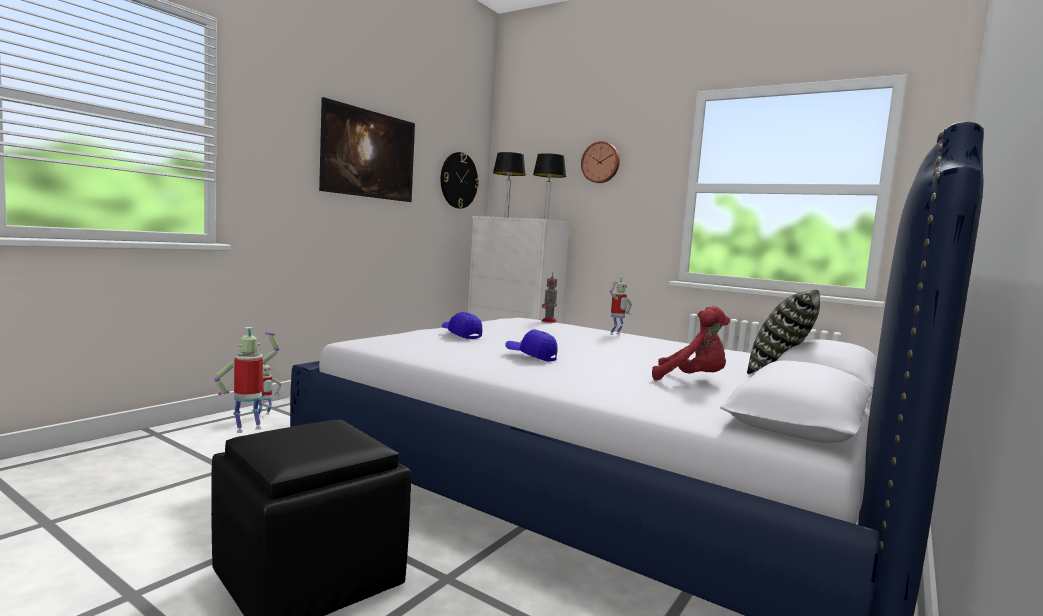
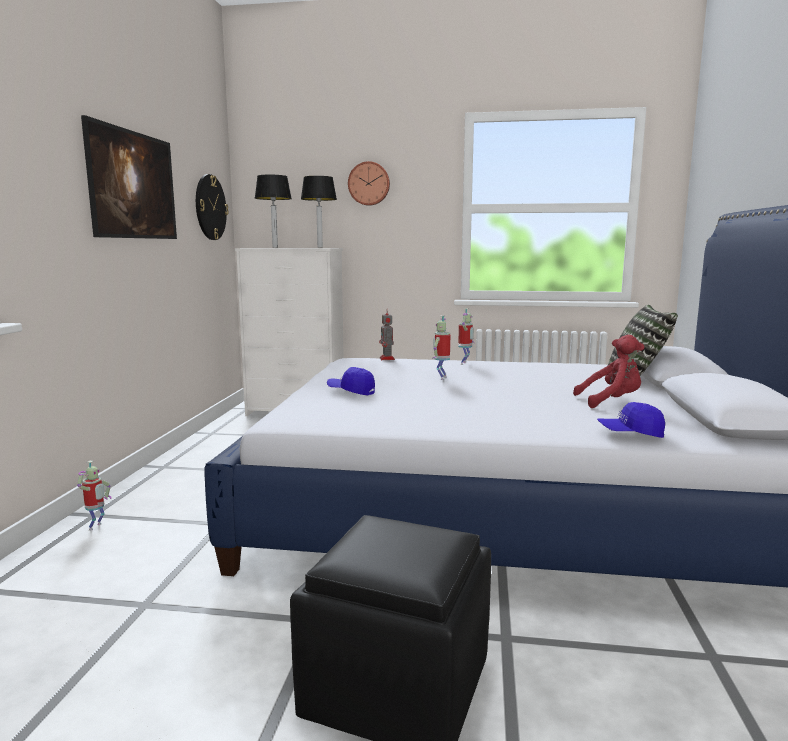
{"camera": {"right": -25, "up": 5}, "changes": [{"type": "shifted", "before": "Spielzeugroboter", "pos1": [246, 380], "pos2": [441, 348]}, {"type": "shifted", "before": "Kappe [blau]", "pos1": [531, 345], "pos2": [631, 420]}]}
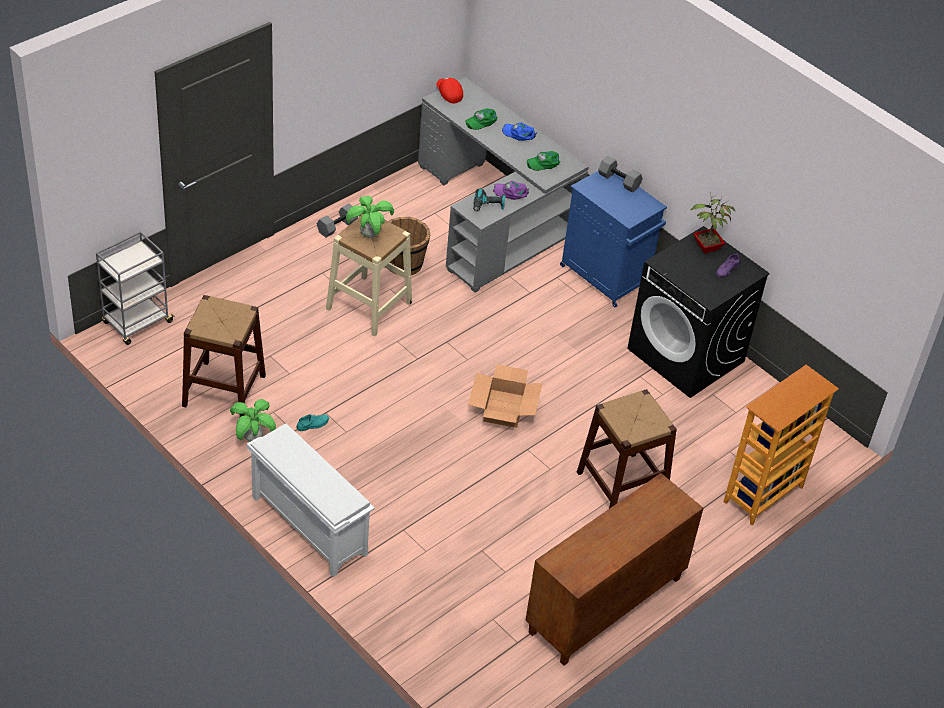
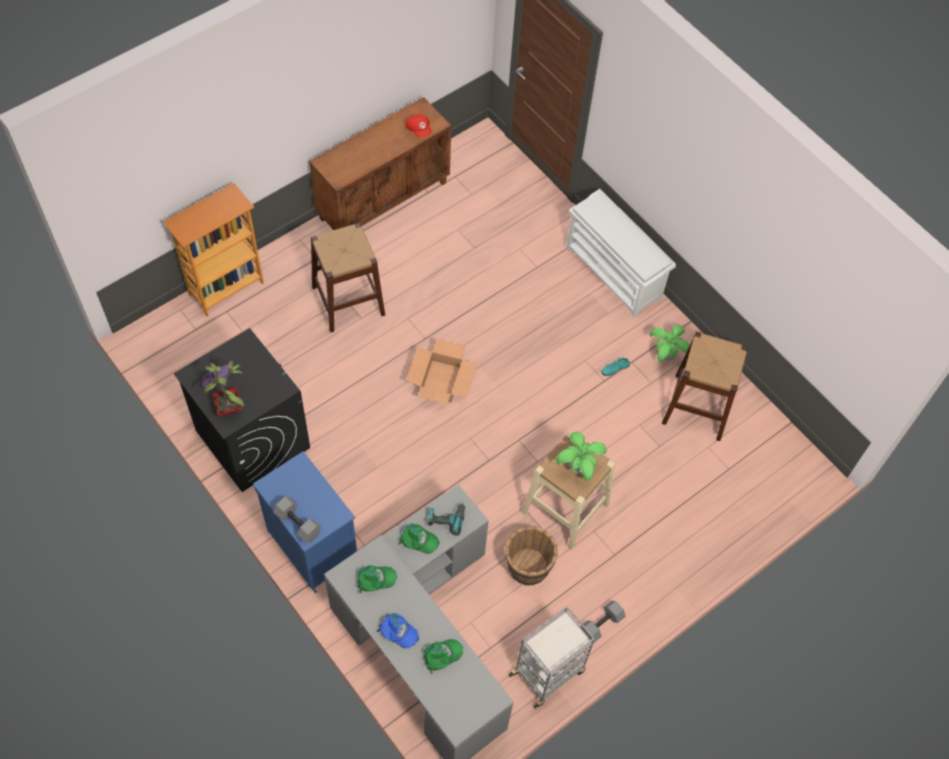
{"camera": {"right": -175, "up": 15}, "changes": [{"type": "shifted", "before": "Kappe [rot]", "pos1": [449, 90], "pos2": [418, 125]}, {"type": "repainted", "before": "Kappe [lila]", "after": "Kappe [grün]", "pos1": [511, 190], "pos2": [418, 539]}, {"type": "shifted", "before": "Rollwagen [grau]", "pos1": [136, 288], "pos2": [551, 657]}]}
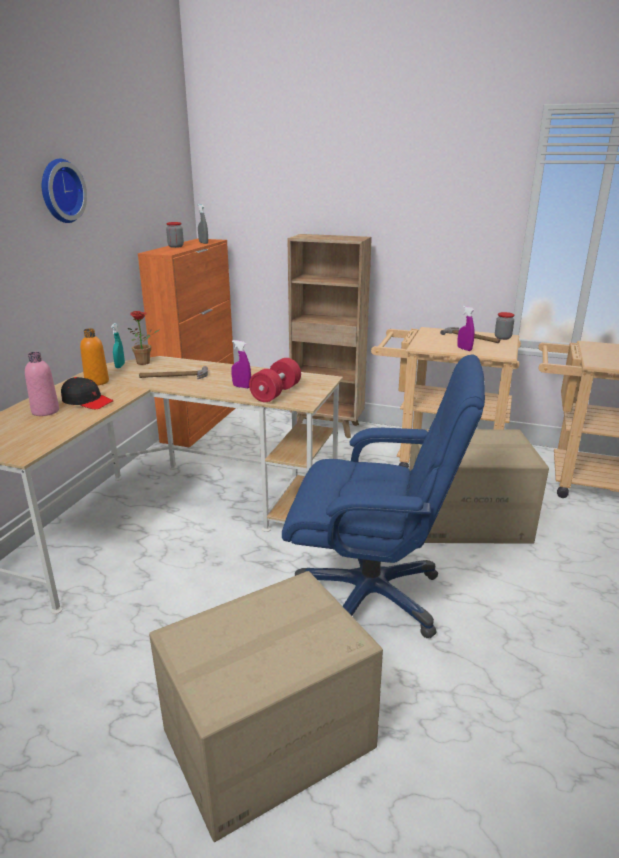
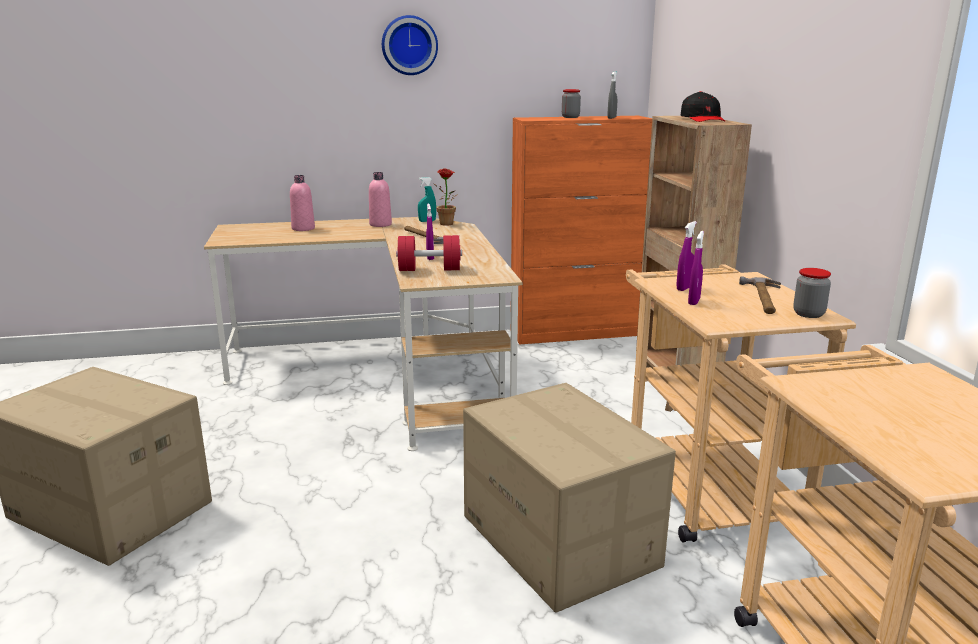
{"camera": {"right": 60, "up": -5}, "changes": [{"type": "repainted", "before": "Flasche [orange]", "after": "Flasche [rosa]", "pos1": [94, 357], "pos2": [380, 199]}, {"type": "gone", "before": "Bürostuhl [blau]", "pos1": [383, 496]}, {"type": "shifted", "before": "Kappe [schwarz]", "pos1": [87, 393], "pos2": [703, 106]}, {"type": "new", "after": "Sprühflasche [lila]", "pos2": [687, 256]}]}
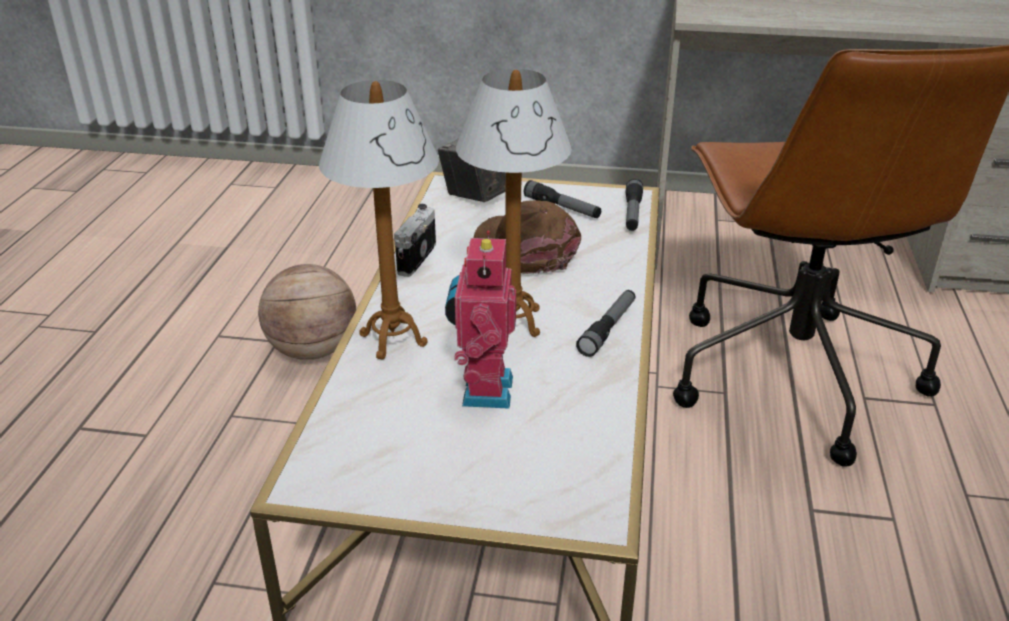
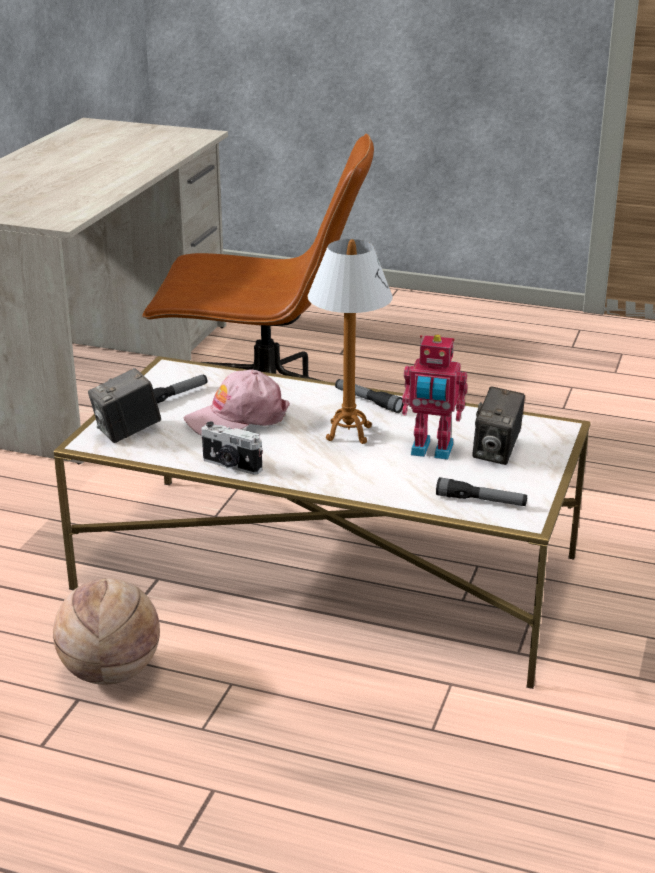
{"camera": {"right": -80, "up": -5}, "changes": [{"type": "gone", "before": "Tischlampe", "pos1": [379, 220]}, {"type": "shifted", "before": "Taschenlampe", "pos1": [634, 205], "pos2": [481, 491]}, {"type": "repainted", "before": "Kappe [braun]", "after": "Kappe [rosa]", "pos1": [527, 237], "pos2": [237, 403]}, {"type": "new", "after": "Kamera", "pos2": [499, 425]}]}
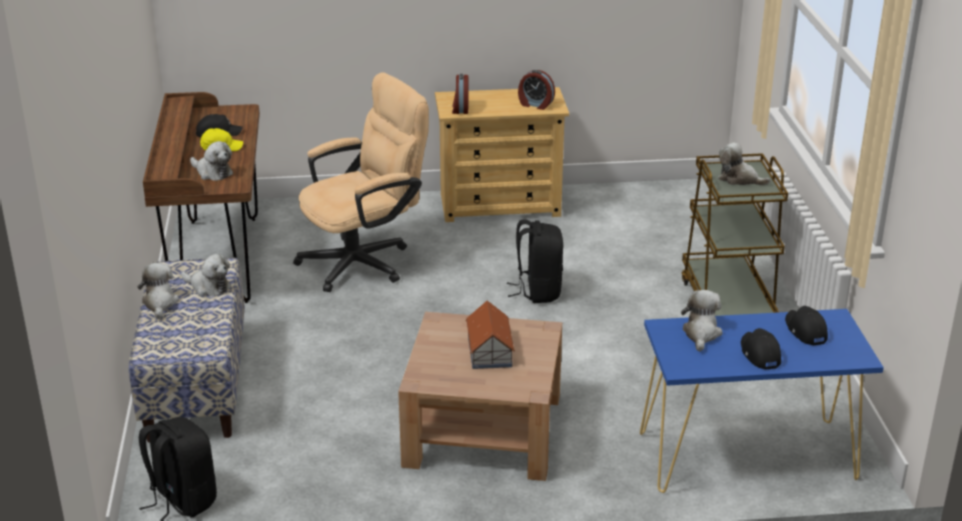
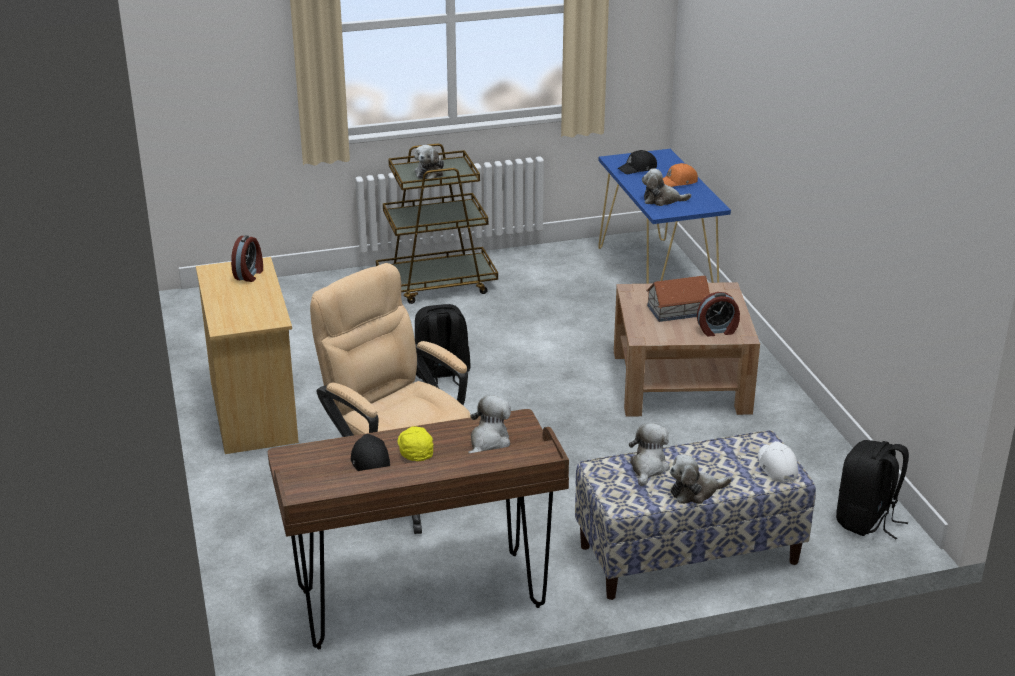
{"camera": {"right": -100, "up": 0}, "changes": [{"type": "shifted", "before": "Wecker", "pos1": [460, 94], "pos2": [718, 314]}, {"type": "repainted", "before": "Kappe [schwarz]", "after": "Kappe [orange]", "pos1": [761, 348], "pos2": [680, 175]}, {"type": "new", "after": "Kappe [weiß]", "pos2": [778, 462]}]}
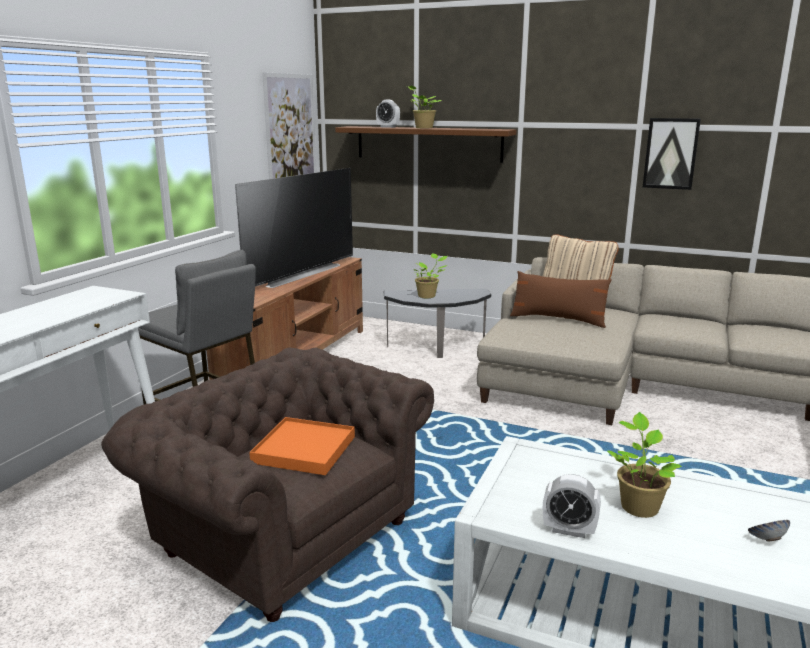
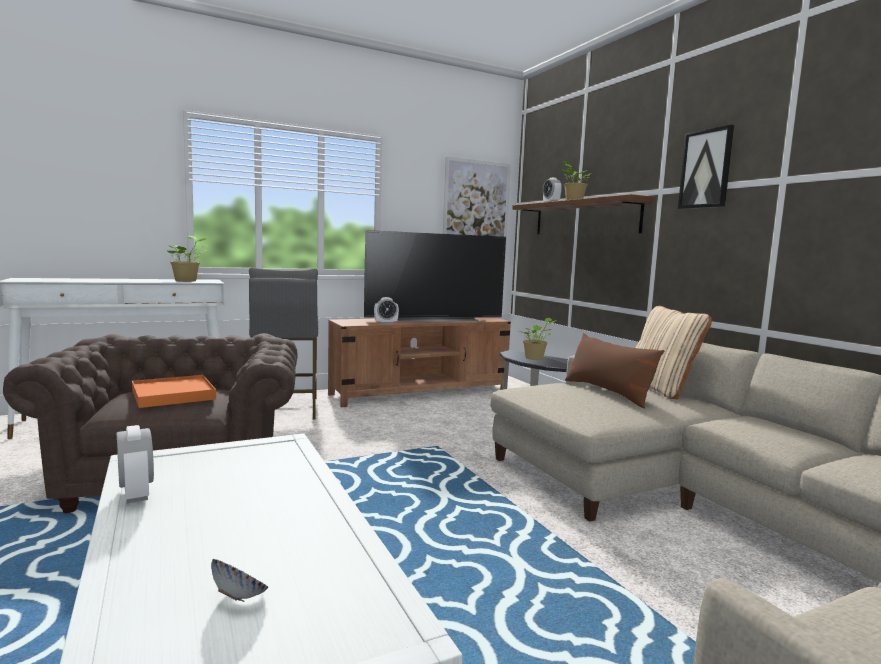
{"camera": {"right": 40, "up": -10}, "changes": [{"type": "shifted", "before": "Bild", "pos1": [672, 154], "pos2": [706, 167]}, {"type": "shifted", "before": "Topfpflanze", "pos1": [644, 465], "pos2": [188, 258]}, {"type": "new", "after": "Wecker", "pos2": [386, 310]}]}
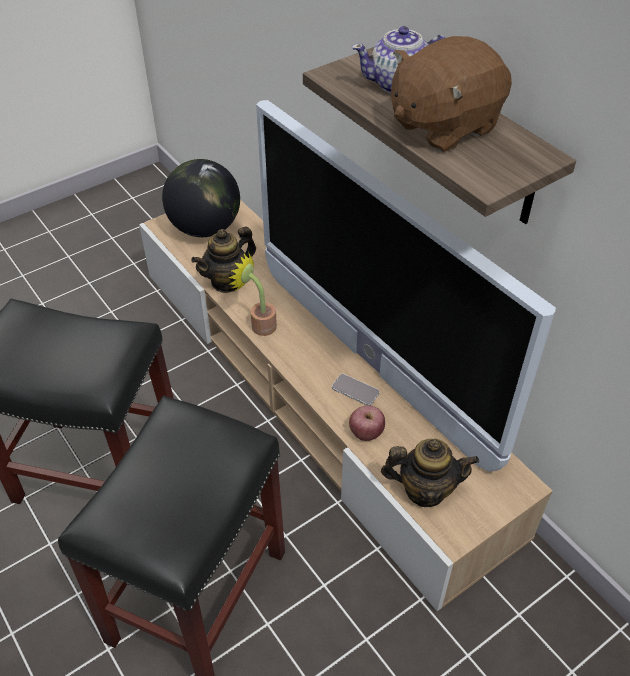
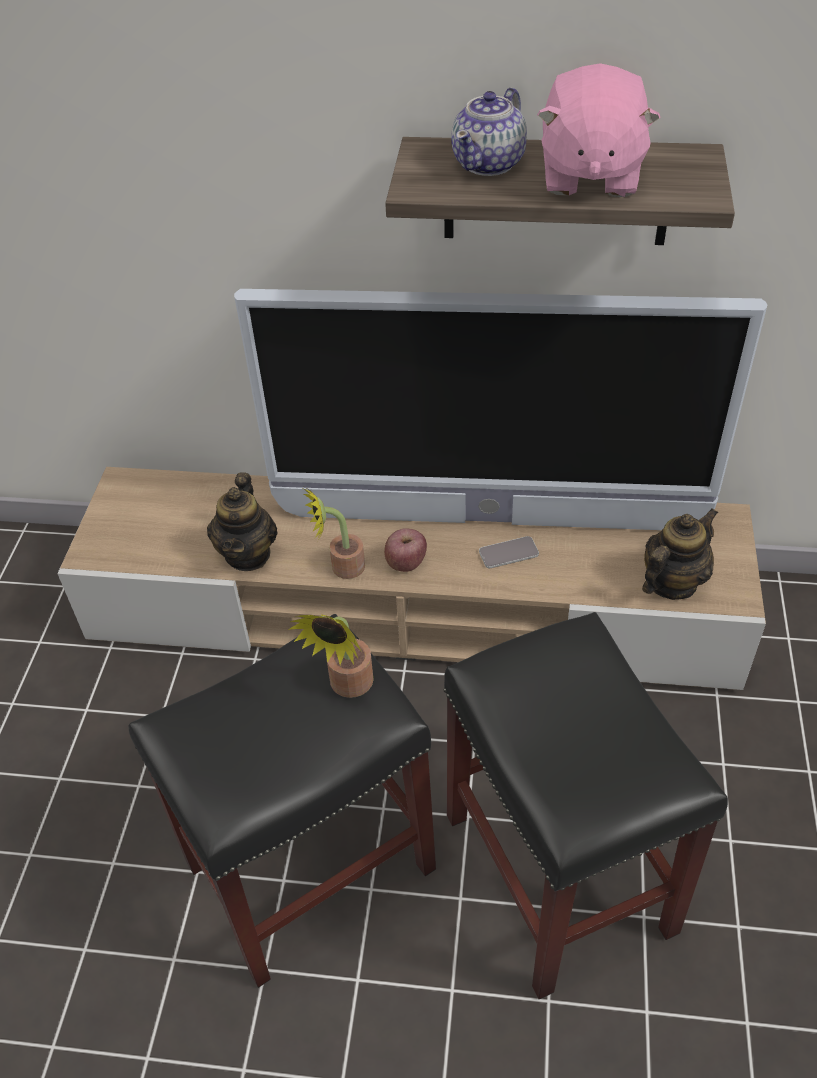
{"camera": {"right": -45, "up": 0}, "changes": [{"type": "repainted", "before": "Plüschtier [braun]", "after": "Plüschtier [rosa]", "pos1": [451, 94], "pos2": [599, 130]}, {"type": "gone", "before": "Globus", "pos1": [201, 198]}, {"type": "shifted", "before": "Apfel", "pos1": [367, 423], "pos2": [405, 550]}, {"type": "new", "after": "Topfpflanze", "pos2": [331, 656]}]}
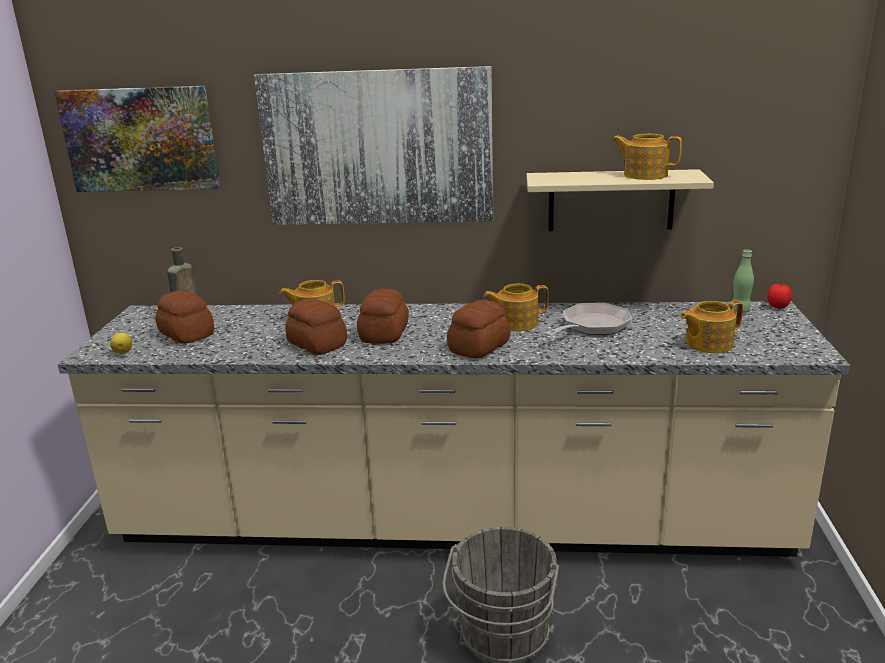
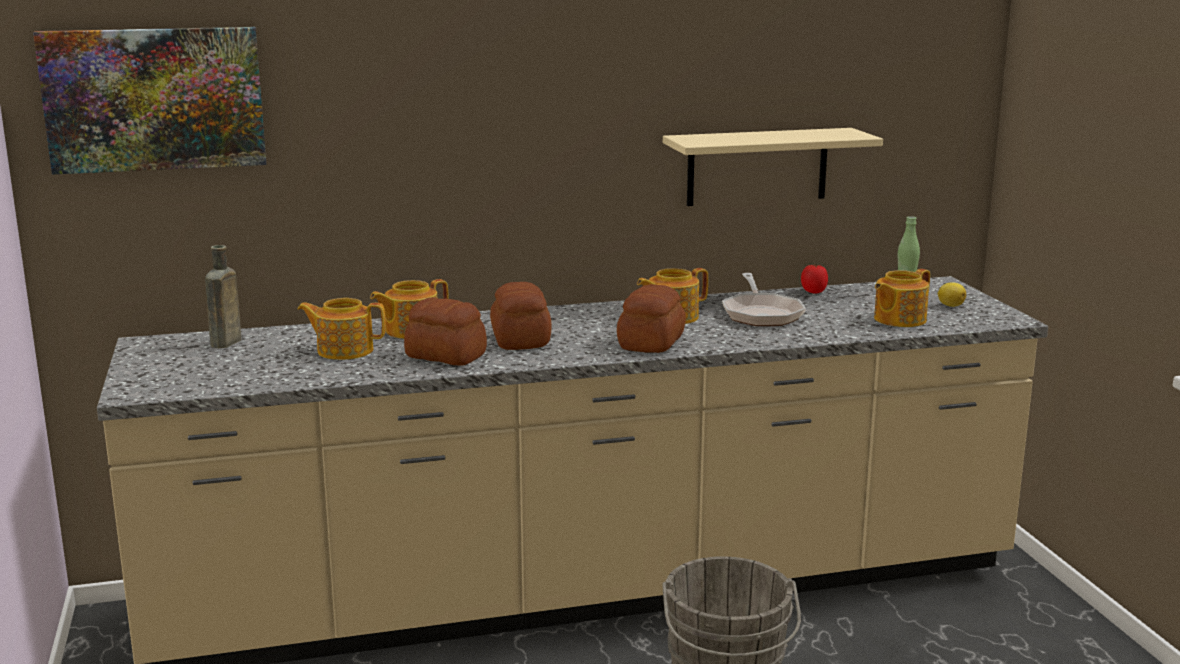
{"camera": {"right": -20, "up": -5}, "changes": [{"type": "gone", "before": "Bild", "pos1": [373, 145]}, {"type": "shifted", "before": "Teekanne", "pos1": [647, 157], "pos2": [341, 329]}, {"type": "shifted", "before": "Tomate", "pos1": [779, 296], "pos2": [814, 278]}, {"type": "gone", "before": "Brot", "pos1": [184, 317]}, {"type": "rotated", "before": "Pfanne", "pos1": [588, 319], "pos2": [764, 299], "turn": 150}, {"type": "shifted", "before": "Zitrone", "pos1": [121, 343], "pos2": [952, 294]}]}
